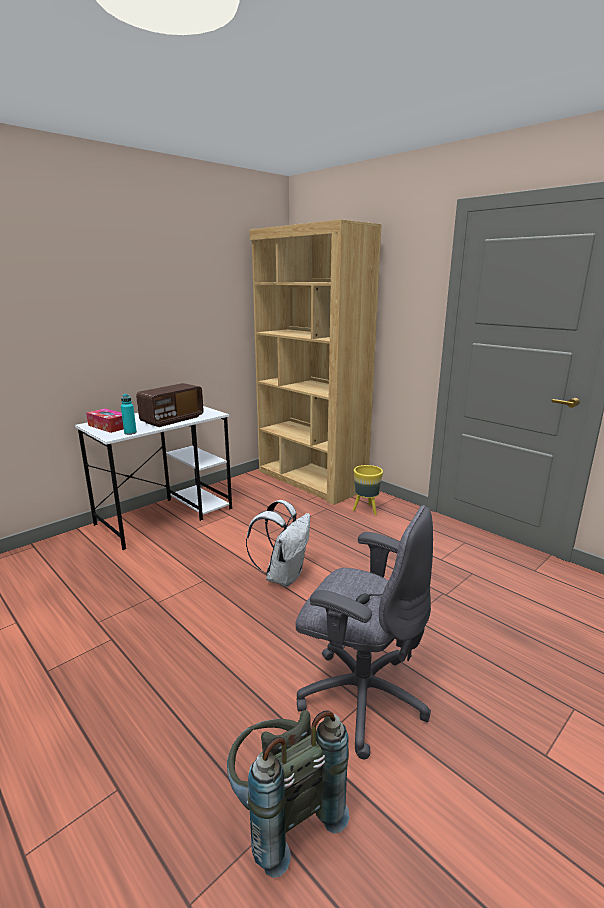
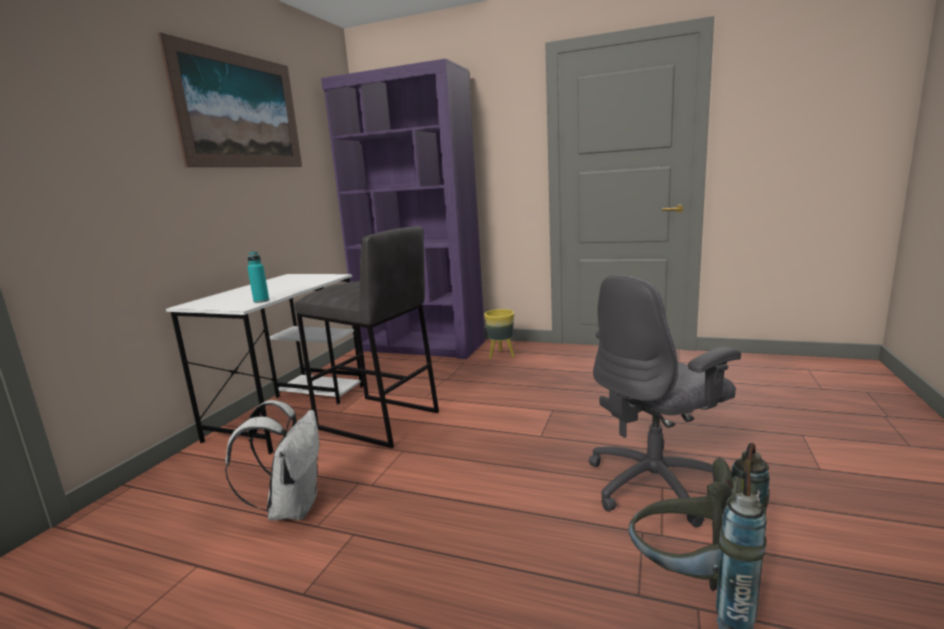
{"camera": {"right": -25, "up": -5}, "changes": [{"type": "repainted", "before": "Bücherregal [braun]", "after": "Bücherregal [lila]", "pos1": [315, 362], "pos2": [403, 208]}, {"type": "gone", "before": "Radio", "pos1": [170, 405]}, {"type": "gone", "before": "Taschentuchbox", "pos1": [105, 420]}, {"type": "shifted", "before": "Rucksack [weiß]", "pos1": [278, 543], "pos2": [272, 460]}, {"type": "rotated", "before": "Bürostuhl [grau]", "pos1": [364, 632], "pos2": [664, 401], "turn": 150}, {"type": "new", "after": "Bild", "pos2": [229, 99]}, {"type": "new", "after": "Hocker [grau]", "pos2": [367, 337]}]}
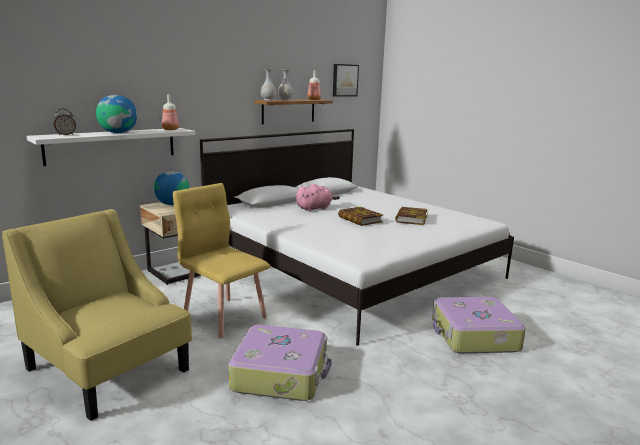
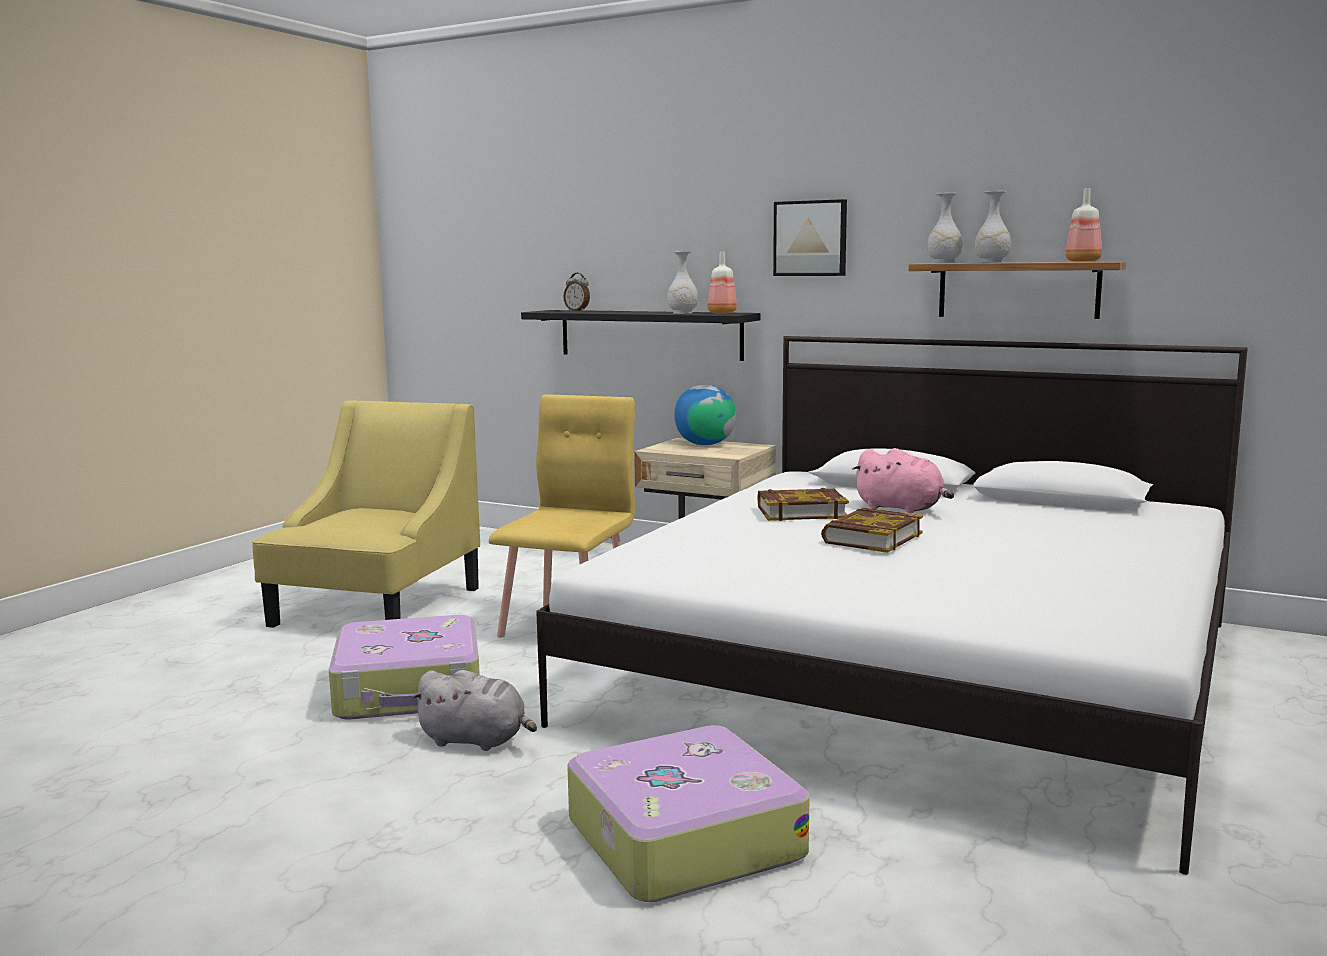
{"camera": {"right": 70, "up": -5}, "changes": [{"type": "shifted", "before": "Bild", "pos1": [346, 80], "pos2": [810, 237]}, {"type": "gone", "before": "Globus", "pos1": [116, 114]}, {"type": "repainted", "before": "Wandregal [weiß]", "after": "Wandregal [schwarz]", "pos1": [111, 147], "pos2": [640, 335]}, {"type": "shifted", "before": "Buch", "pos1": [411, 216], "pos2": [803, 504]}, {"type": "new", "after": "Vase [weiß]", "pos2": [682, 282]}, {"type": "new", "after": "Plüschtier [grau]", "pos2": [474, 710]}]}
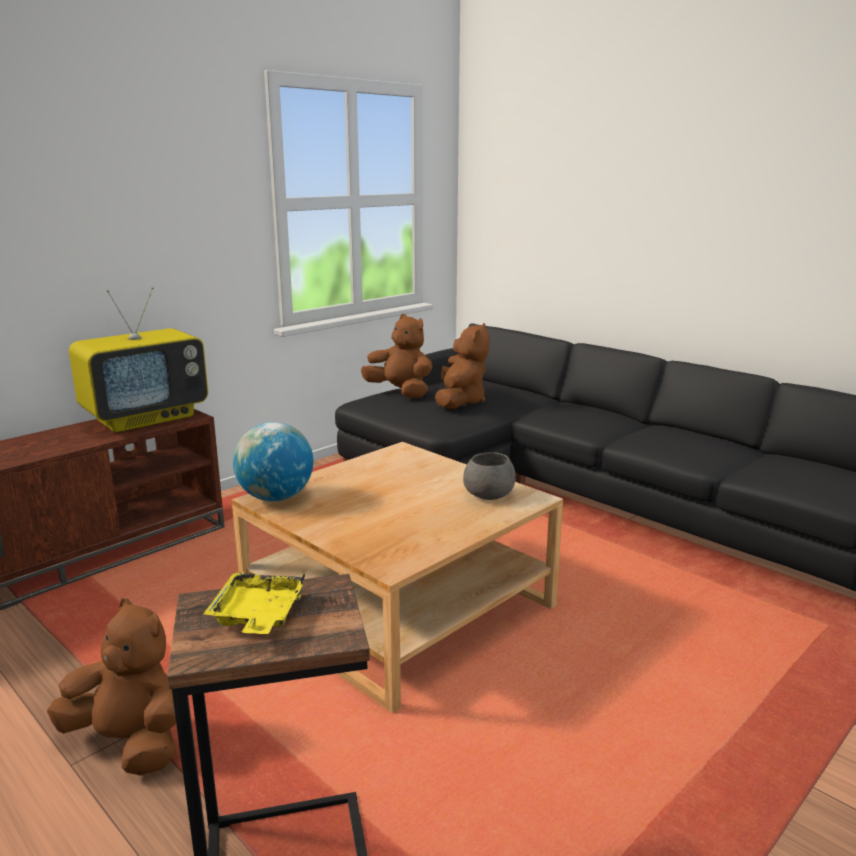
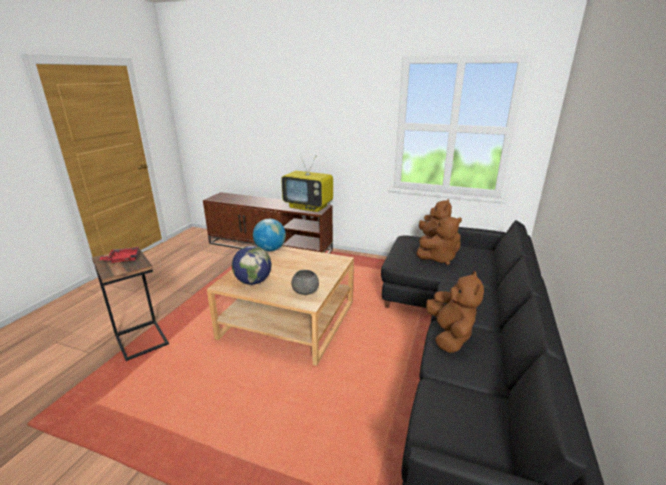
{"camera": {"right": 65, "up": 5}, "changes": [{"type": "repainted", "before": "Tablett [gelb]", "after": "Tablett [rot]", "pos1": [254, 603], "pos2": [119, 255]}, {"type": "shifted", "before": "Plüschtier [braun]", "pos1": [111, 686], "pos2": [455, 312]}, {"type": "new", "after": "Globus", "pos2": [251, 265]}]}
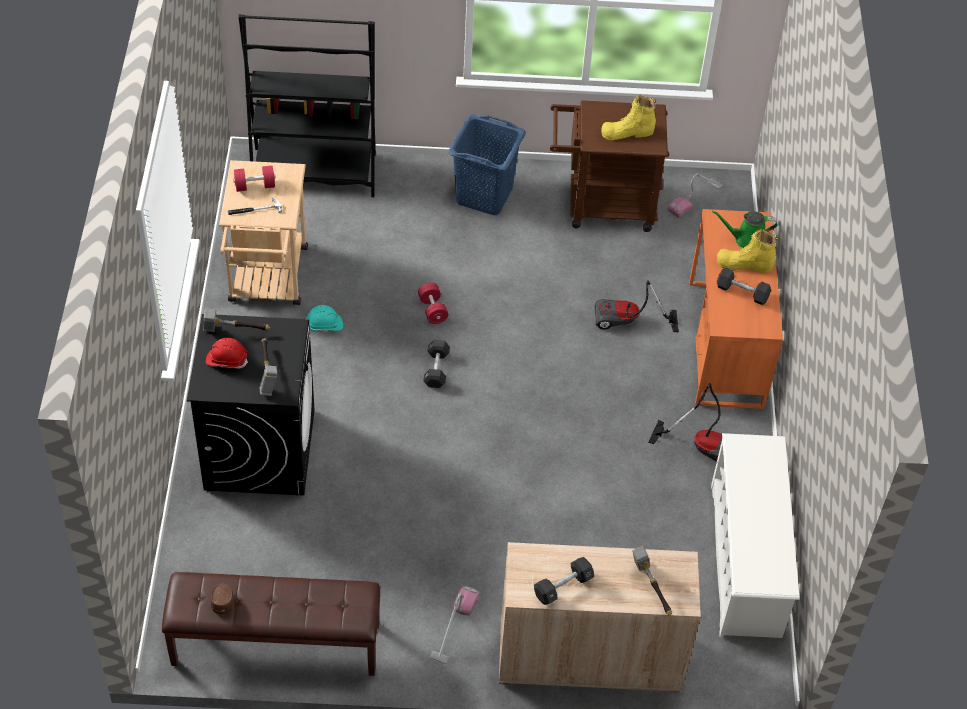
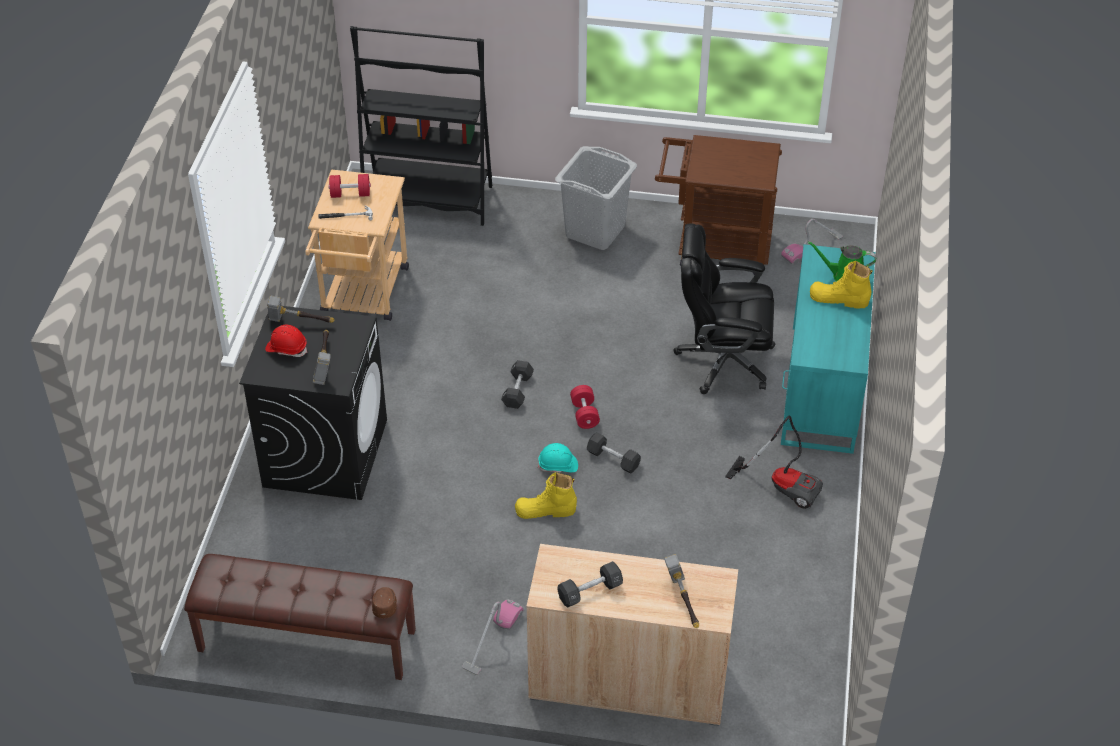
{"camera": {"right": 10, "up": -5}, "changes": [{"type": "shifted", "before": "Stiefel [gelb]", "pos1": [628, 117], "pos2": [546, 495]}, {"type": "repainted", "before": "Wäschekorb [blau]", "after": "Wäschekorb [grau]", "pos1": [487, 164], "pos2": [596, 198]}, {"type": "repainted", "before": "Schreibtisch [orange]", "after": "Schreibtisch [türkis]", "pos1": [736, 309], "pos2": [828, 349]}, {"type": "shifted", "before": "Hantel [schwarz]", "pos1": [744, 286], "pos2": [614, 452]}, {"type": "swapped", "before": "Staubsauger", "after": "Bürostuhl [schwarz]", "pos1": [637, 306], "pos2": [724, 308]}, {"type": "shifted", "before": "Hantel [rot]", "pos1": [433, 303], "pos2": [585, 407]}, {"type": "shifted", "before": "Schutzhelm [türkis]", "pos1": [324, 318], "pos2": [558, 458]}, {"type": "gone", "before": "Schuhregal [weiß]", "pos1": [755, 535]}, {"type": "shifted", "before": "Kappe [braun]", "pos1": [222, 598], "pos2": [384, 602]}]}
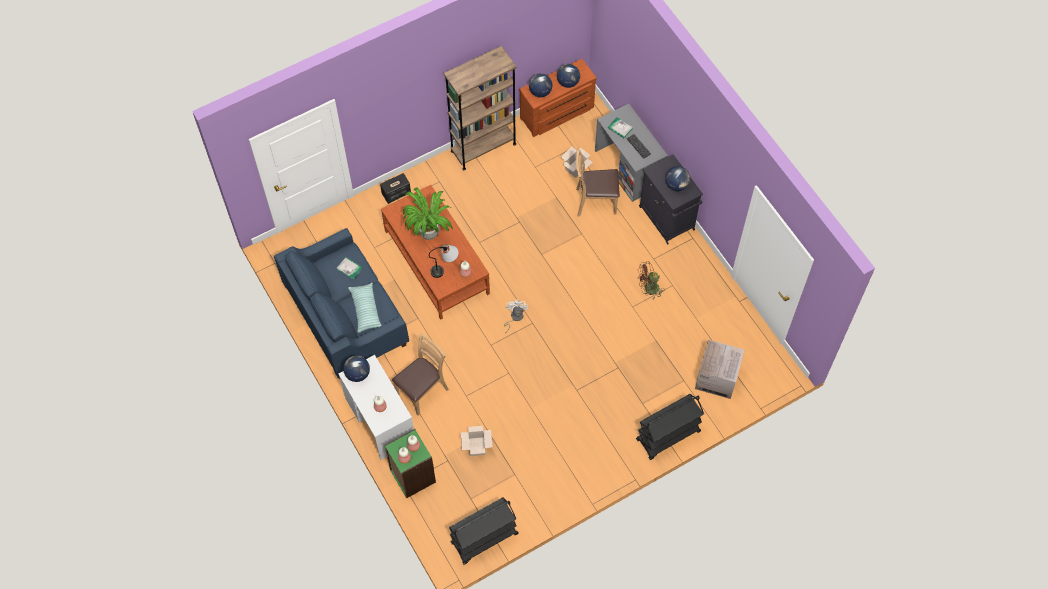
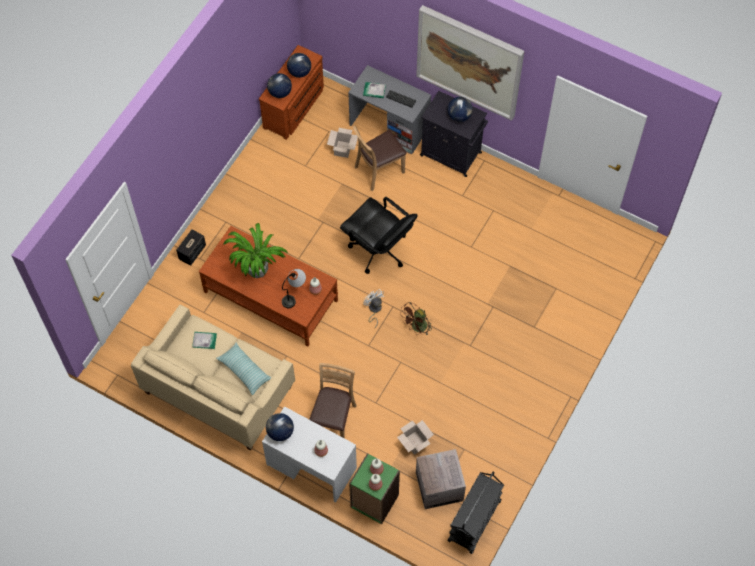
{"camera": {"right": -30, "up": 0}, "changes": [{"type": "gone", "before": "Bücherregal [braun]", "pos1": [480, 108]}, {"type": "repainted", "before": "Sofa [blau]", "after": "Sofa [beige]", "pos1": [341, 303], "pos2": [213, 377]}, {"type": "shifted", "before": "Ventilator [braun]", "pos1": [651, 280], "pos2": [416, 318]}, {"type": "shifted", "before": "Karton", "pos1": [720, 369], "pos2": [441, 479]}, {"type": "gone", "before": "Rollwagen [schwarz]", "pos1": [670, 427]}, {"type": "new", "after": "Bild", "pos2": [470, 63]}, {"type": "new", "after": "Bürostuhl [schwarz]", "pos2": [378, 235]}]}
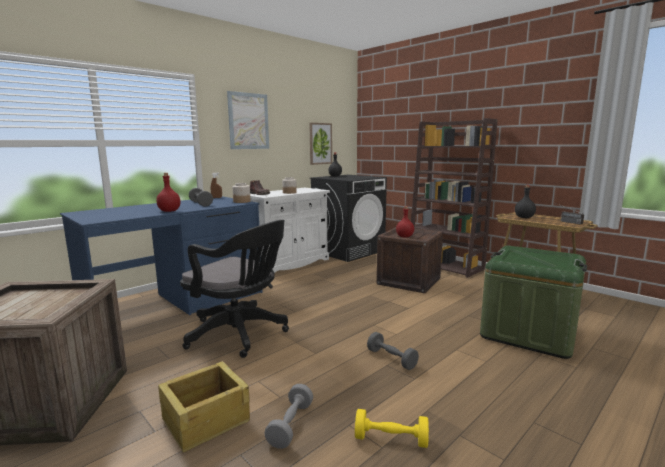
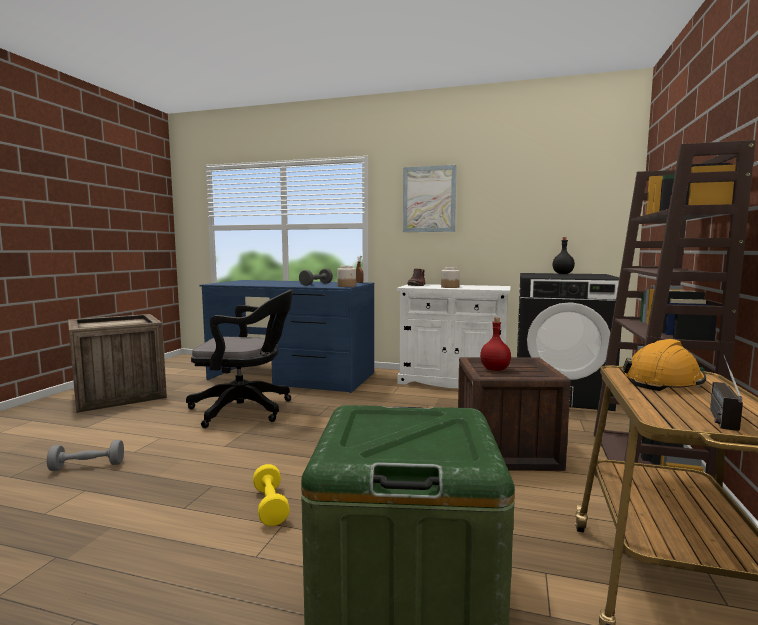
{"camera": {"right": 60, "up": -5}, "changes": [{"type": "gone", "before": "Bild", "pos1": [320, 144]}, {"type": "gone", "before": "Flasche [rot]", "pos1": [168, 192]}, {"type": "swapped", "before": "Flasche [schwarz]", "after": "Schutzhelm [orange]", "pos1": [525, 201], "pos2": [664, 365]}, {"type": "rotated", "before": "Bürostuhl [schwarz]", "pos1": [234, 289], "pos2": [239, 358], "turn": -90}, {"type": "gone", "before": "Hantel [grau]", "pos1": [393, 351]}, {"type": "gone", "before": "Kiste", "pos1": [204, 406]}, {"type": "shifted", "before": "Hantel [gelb]", "pos1": [392, 428], "pos2": [271, 495]}]}
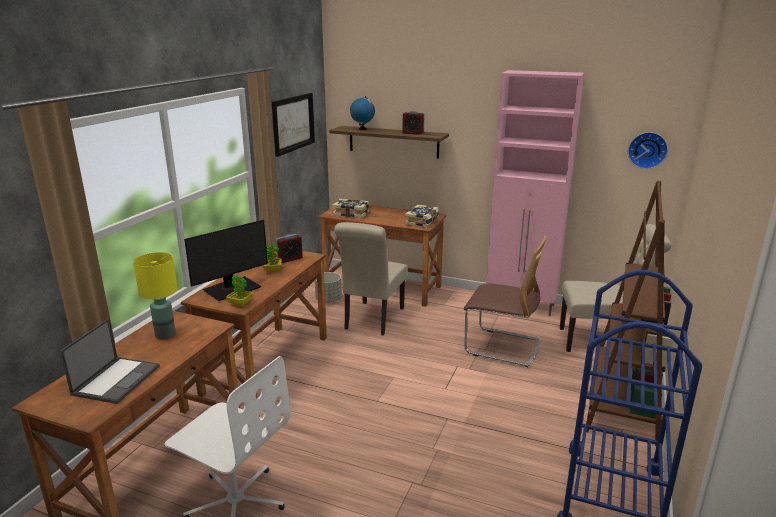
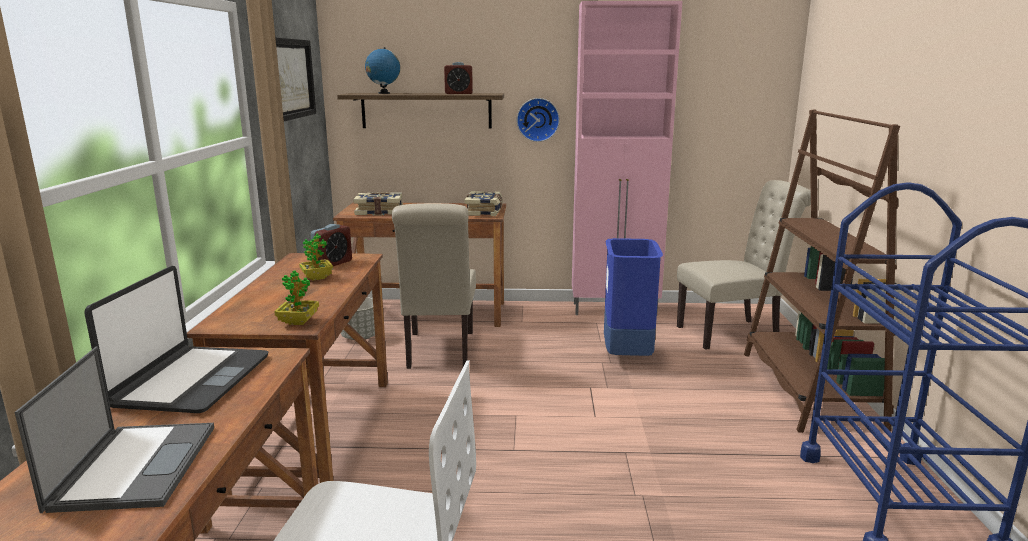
{"camera": {"right": -20, "up": -5}, "changes": [{"type": "shifted", "before": "Wanduhr", "pos1": [648, 150], "pos2": [538, 120]}, {"type": "gone", "before": "Monitor", "pos1": [226, 260]}, {"type": "swapped", "before": "Stuhl", "after": "Mülleimer [blau]", "pos1": [505, 301], "pos2": [633, 297]}, {"type": "swapped", "before": "Tischlampe [gelb]", "after": "Laptop", "pos1": [155, 296], "pos2": [176, 339]}]}
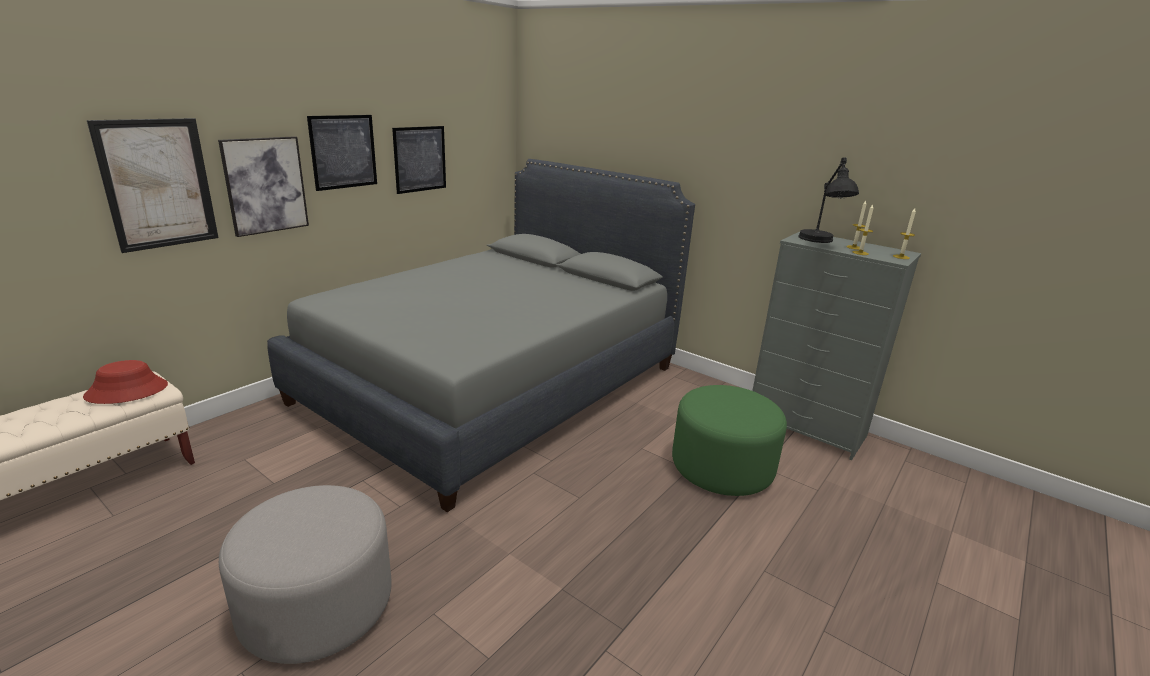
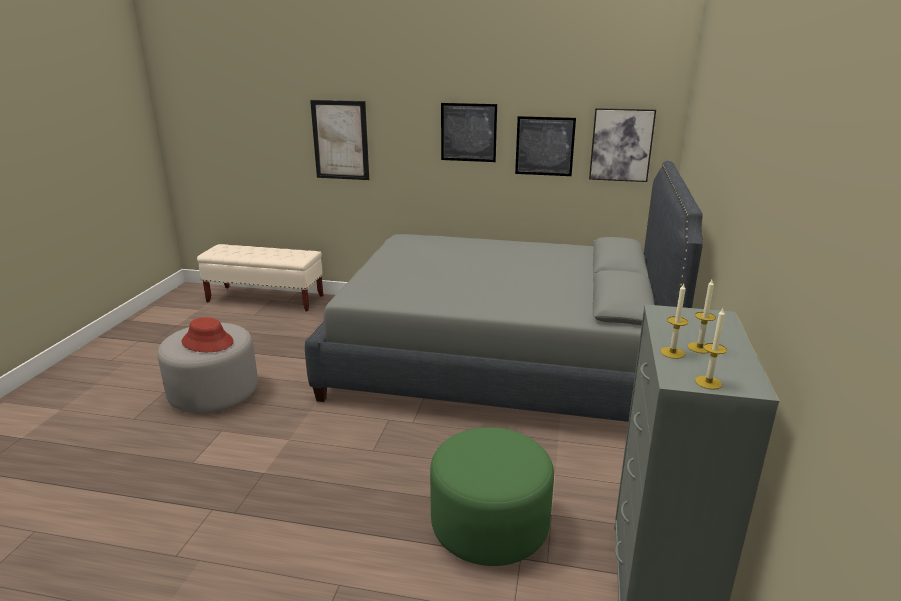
{"camera": {"right": 65, "up": 0}, "changes": [{"type": "shifted", "before": "Bild", "pos1": [263, 186], "pos2": [622, 145]}, {"type": "gone", "before": "Tischlampe [schwarz]", "pos1": [828, 200]}, {"type": "shifted", "before": "Hut [rot]", "pos1": [125, 382], "pos2": [208, 334]}]}
